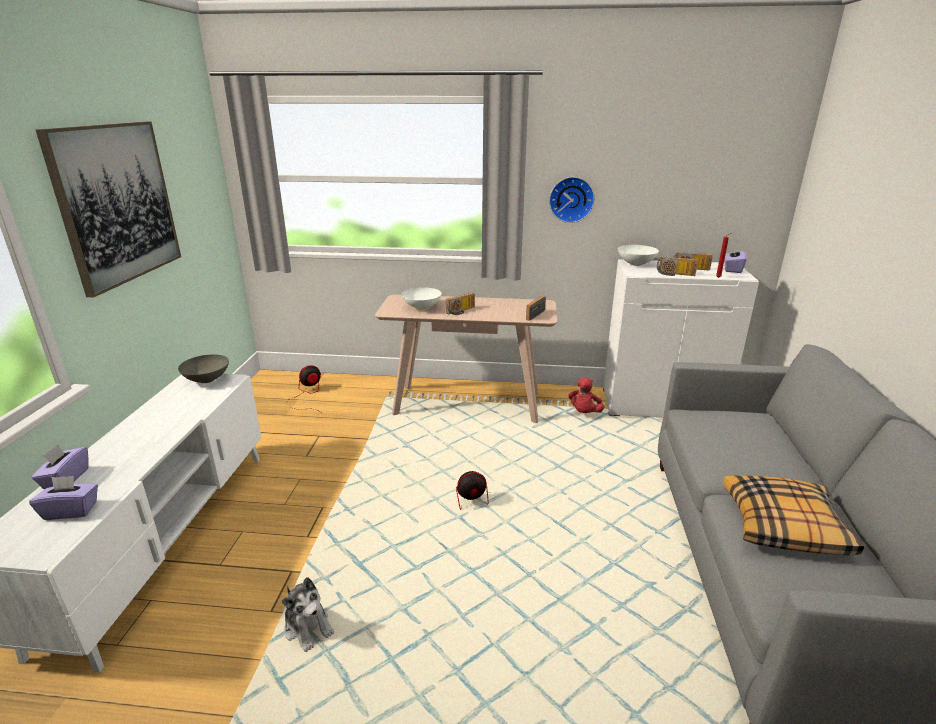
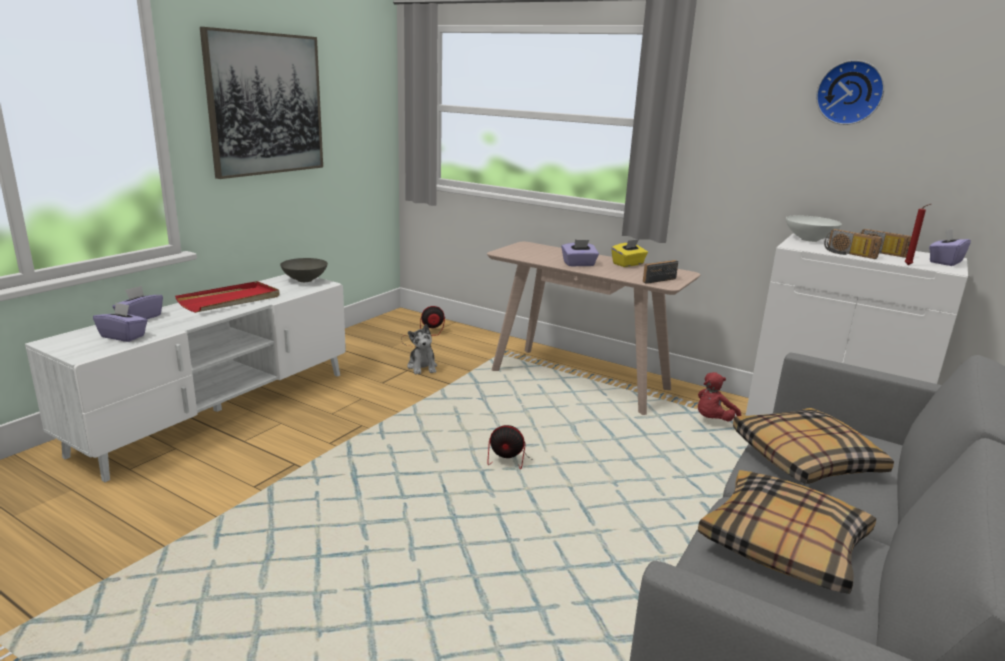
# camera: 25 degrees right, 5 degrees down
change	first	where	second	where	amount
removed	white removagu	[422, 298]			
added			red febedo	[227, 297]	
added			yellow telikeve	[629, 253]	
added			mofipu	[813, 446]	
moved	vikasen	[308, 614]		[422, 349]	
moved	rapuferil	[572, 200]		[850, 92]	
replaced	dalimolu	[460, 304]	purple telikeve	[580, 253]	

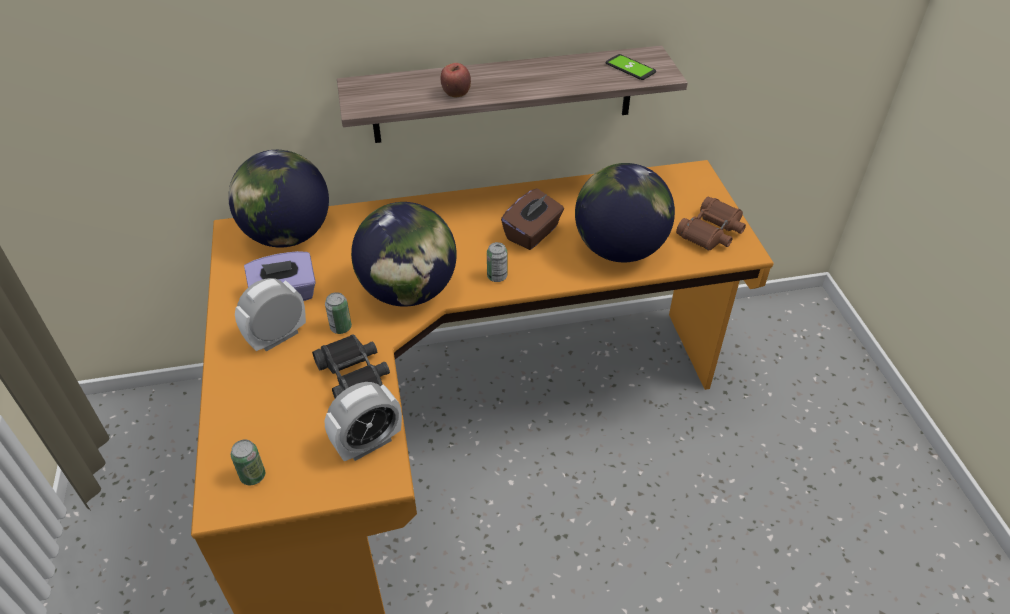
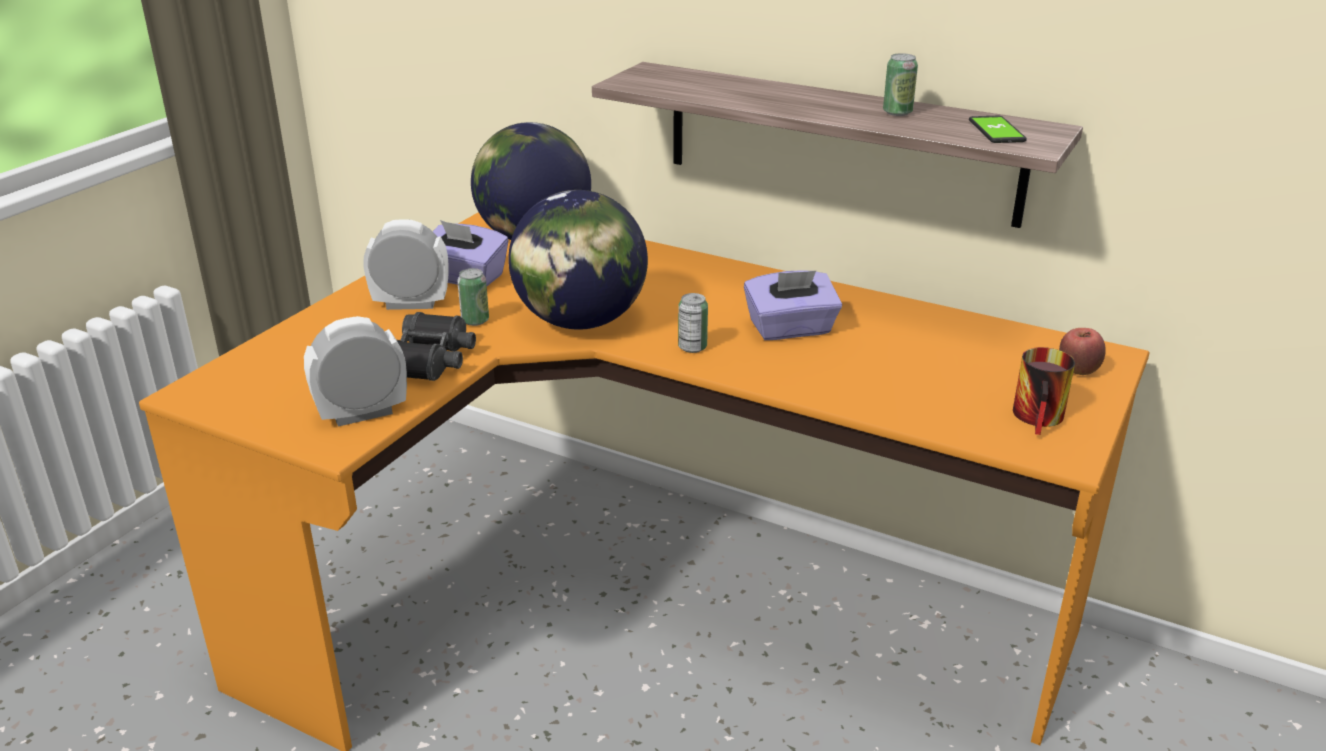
# camera: 40 degrees right, 15 degrees down
change	first	where	second	where	amount
removed	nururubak	[625, 212]			
moved	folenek	[248, 463]		[900, 84]	
moved	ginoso	[455, 80]		[1082, 351]	
replaced	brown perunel	[711, 223]	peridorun	[1044, 391]	
recoloured	brown telikeve	[532, 219]	purple telikeve	[793, 305]	
turned	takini	[363, 421]		[355, 371]	150 degrees clockwise

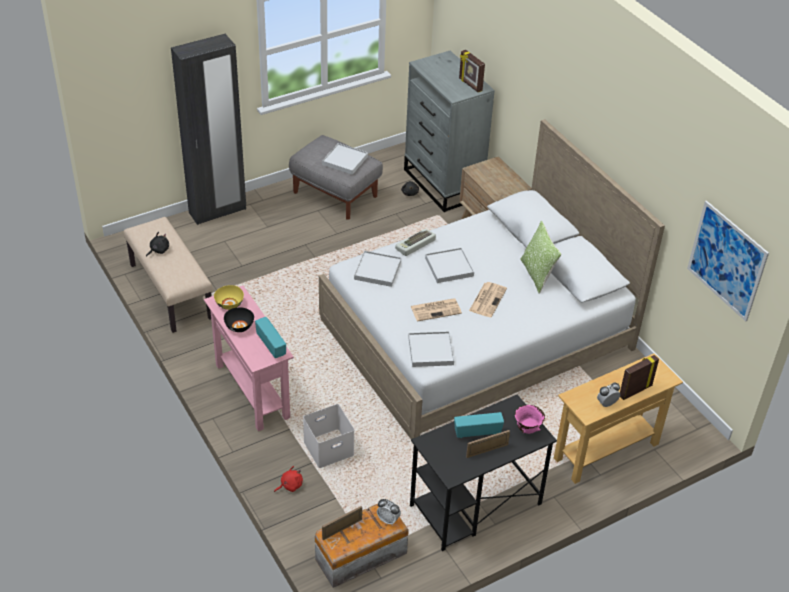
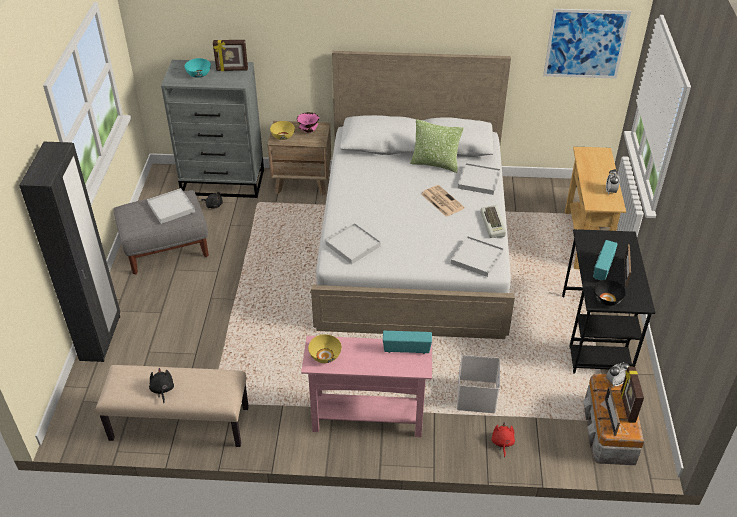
# camera: 55 degrees left, 0 degrees up
change	first	where	second	where	amount
removed	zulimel	[436, 309]			
added			turquoise removagu	[198, 68]	
added			yellow removagu	[282, 130]	
moved	black removagu	[239, 319]		[610, 293]	
moved	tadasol	[415, 242]		[493, 221]	
moved	white febedo	[449, 265]		[479, 179]	
moved	pink removagu	[530, 419]		[308, 122]	
moved	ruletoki	[639, 377]		[632, 395]	

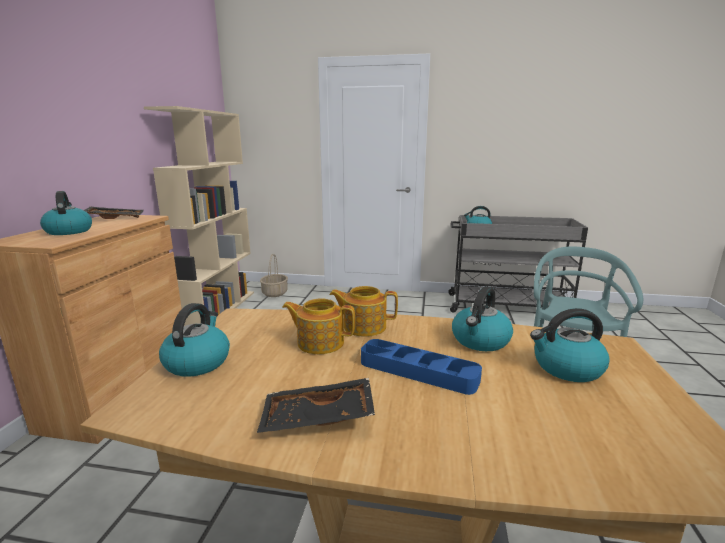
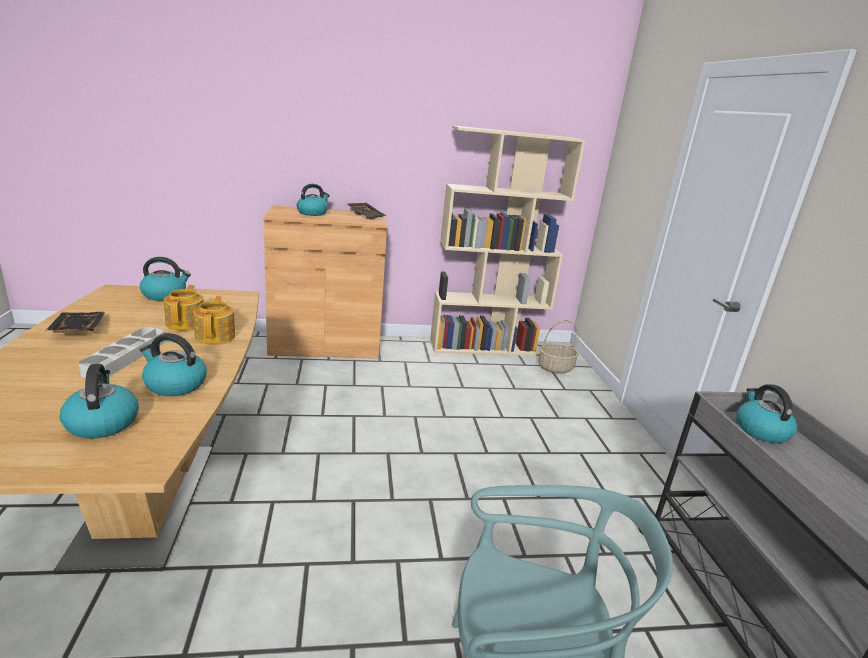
# camera: 70 degrees right, 5 degrees up
change	first	where	second	where	amount
recoloured	blue febedo	[421, 367]	grey febedo	[121, 352]	

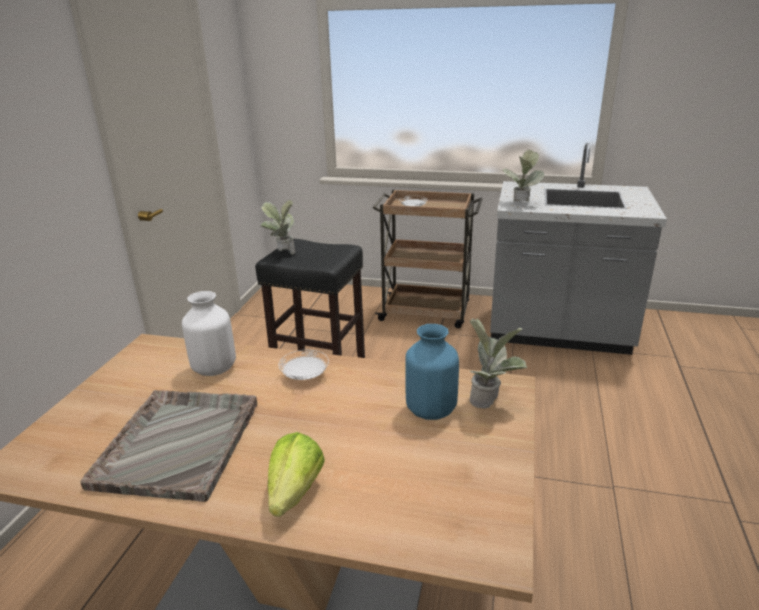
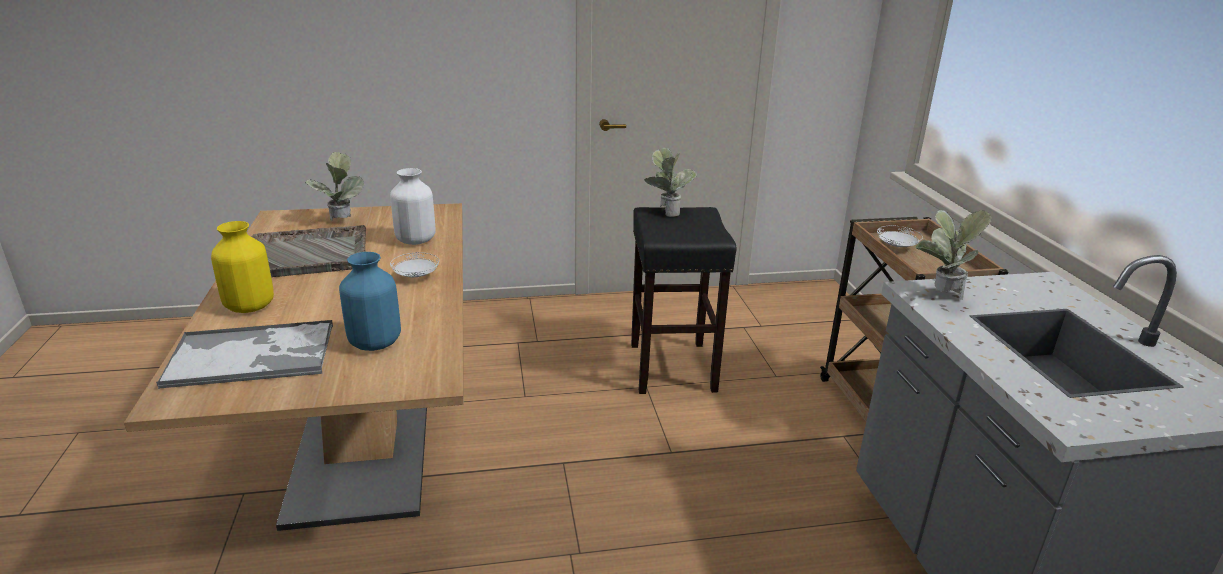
# camera: 65 degrees right, 0 degrees up
change	first	where	second	where	amount
added			febedo	[244, 354]	
moved	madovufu	[498, 363]		[334, 186]	
replaced	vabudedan	[296, 474]	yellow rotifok	[242, 267]	

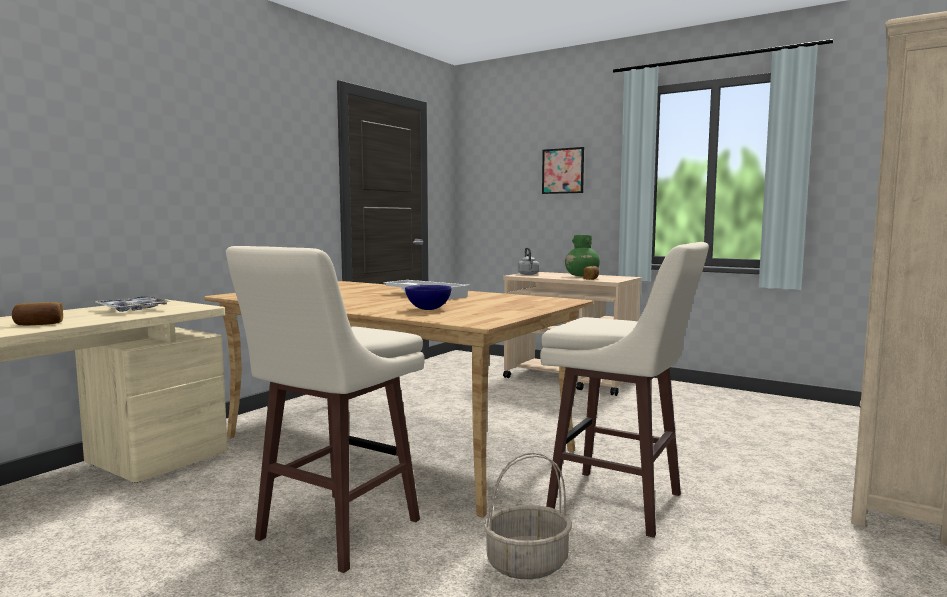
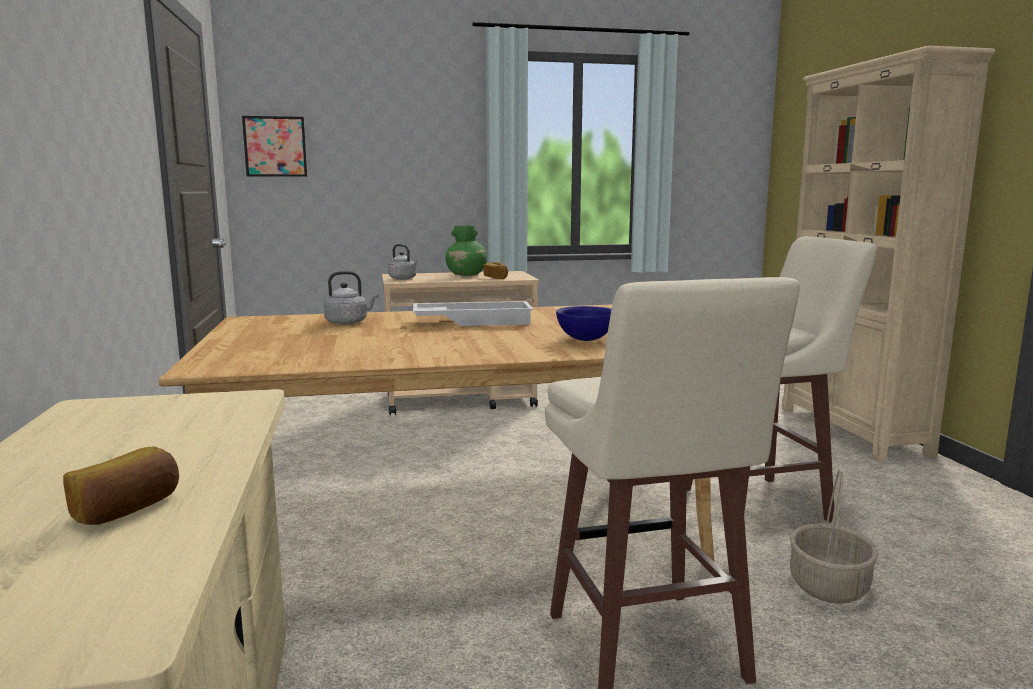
# camera: 45 degrees left, 5 degrees up
change	first	where	second	where	amount
removed	febedo	[133, 304]			
added			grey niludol	[351, 298]	
moved	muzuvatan	[563, 170]		[274, 146]	

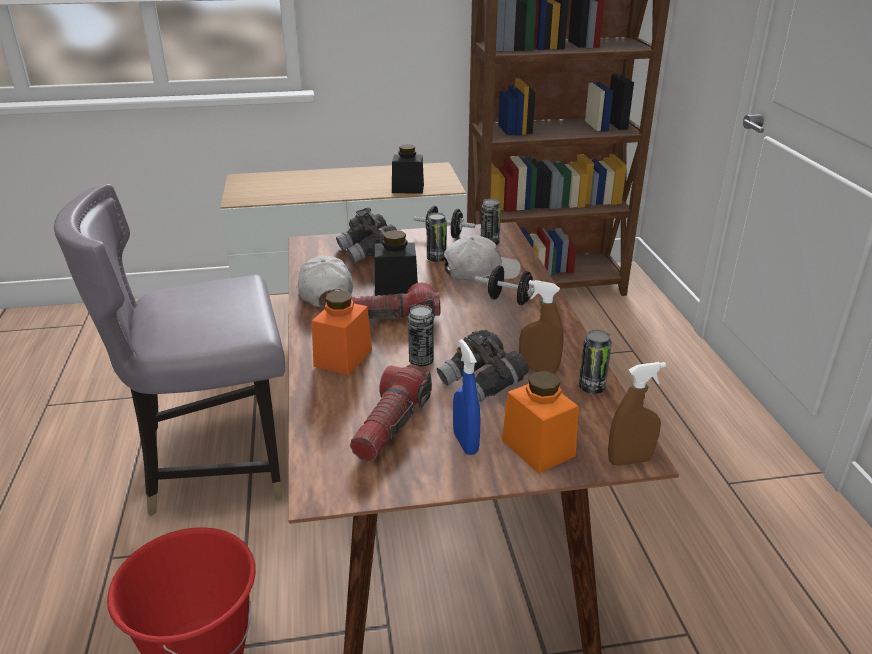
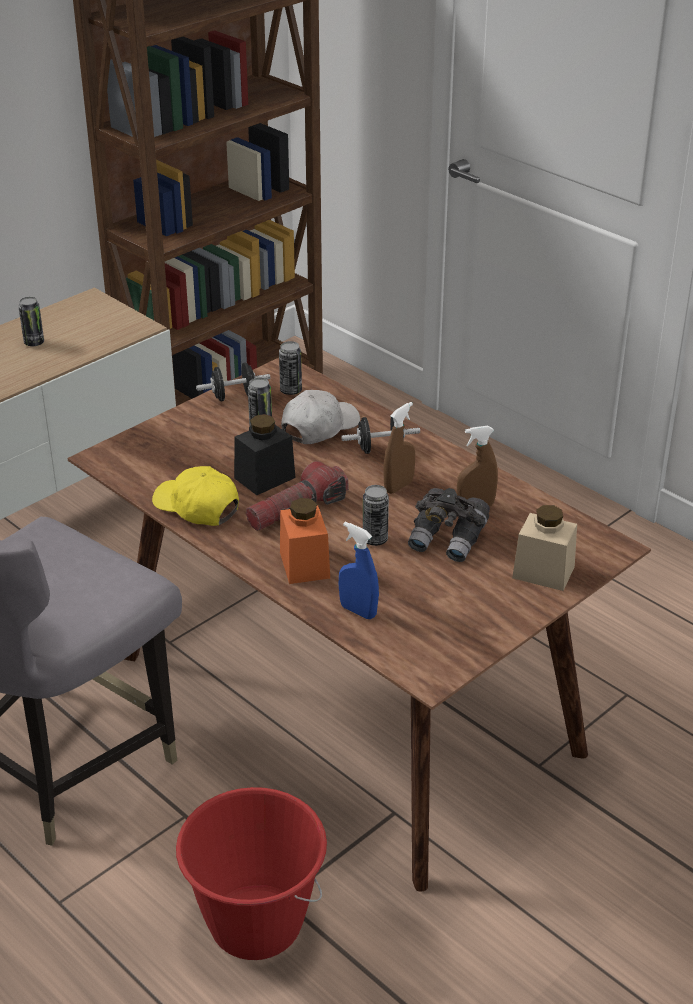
# camera: 35 degrees left, 5 degrees up
change	first	where	second	where	amount
removed	grey perunel	[366, 235]			
removed	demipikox	[391, 412]			
removed	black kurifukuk	[408, 169]			
moved	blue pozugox	[466, 397]		[359, 570]	
moved	folenek	[595, 362]		[31, 321]	
moved	brown pozugox	[637, 414]		[399, 448]	
recoloured	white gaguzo	[325, 281]	yellow gaguzo	[195, 496]	
recoloured	orange kurifukuk	[540, 422]	beige kurifukuk	[544, 548]	

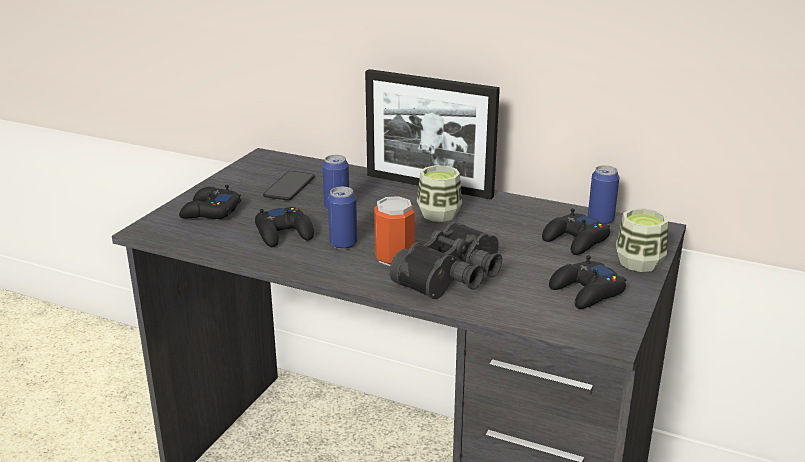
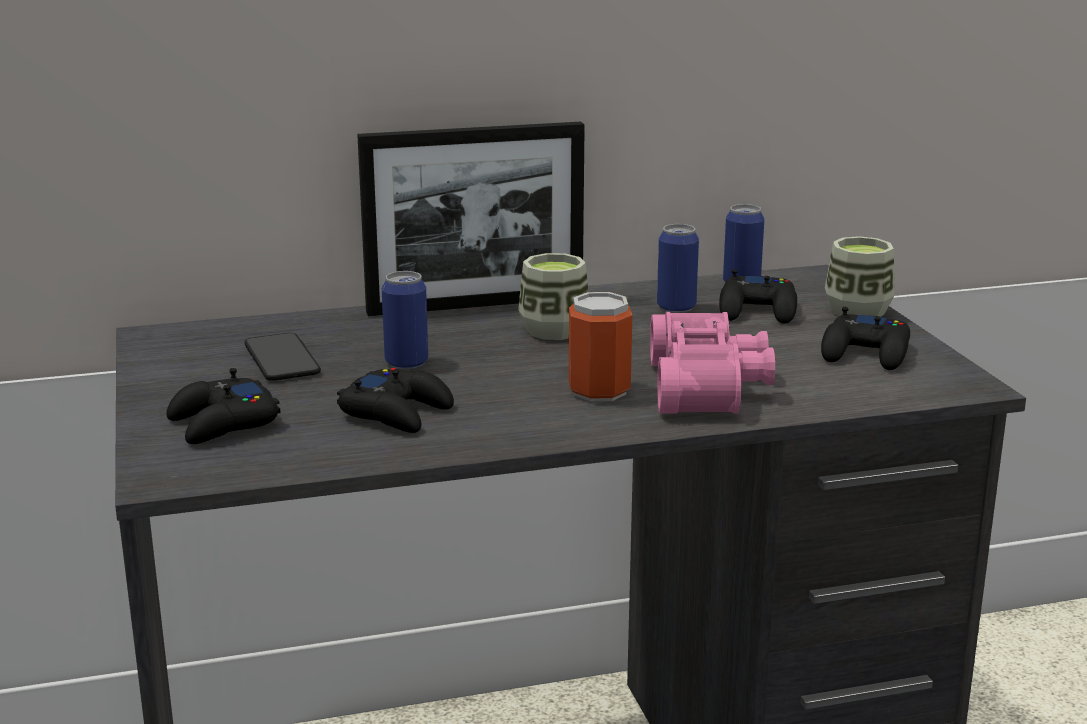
# camera: 40 degrees left, 5 degrees down
change	first	where	second	where	amount
moved	folenek	[342, 218]		[678, 268]	
recoloured	black perunel	[445, 260]	pink perunel	[712, 363]	

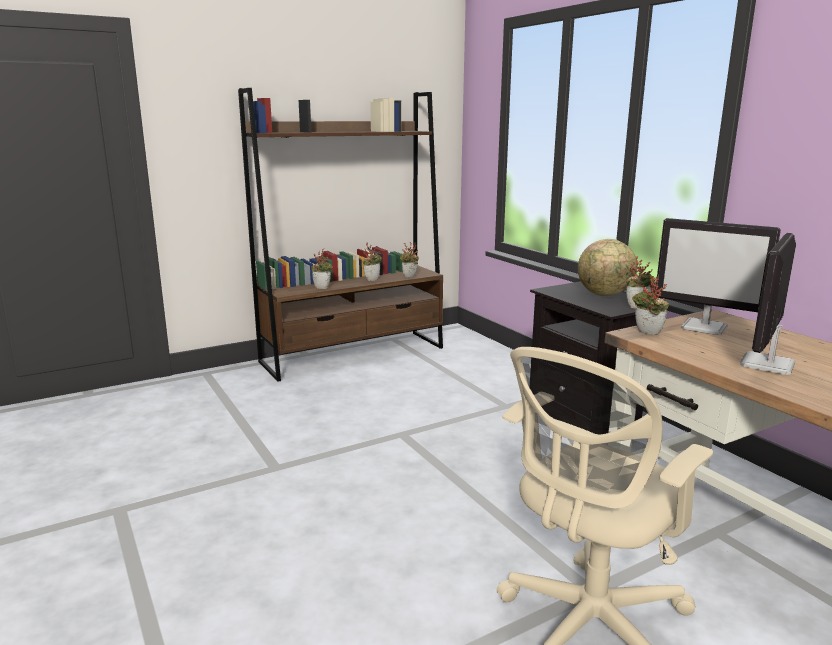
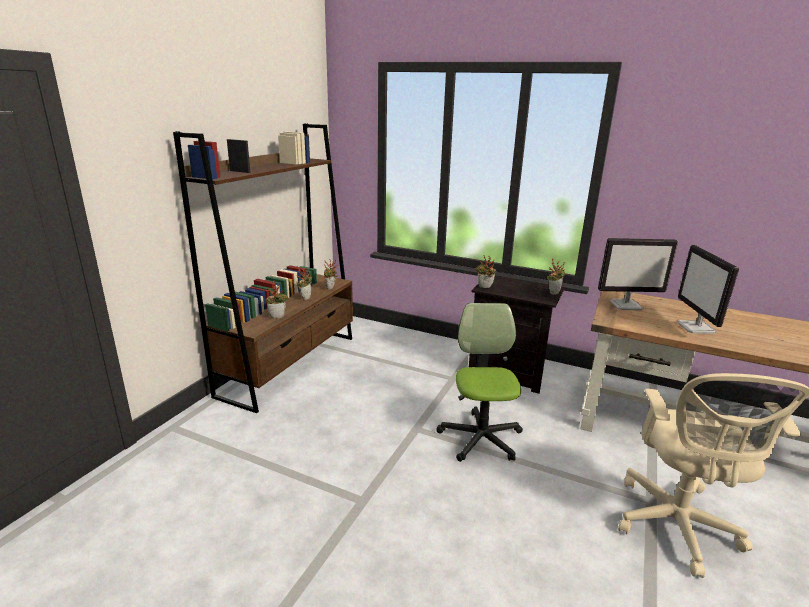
# camera: 35 degrees left, 5 degrees up
change	first	where	second	where	amount
removed	nururubak	[607, 267]			
added			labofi	[479, 382]	
moved	madovufu	[650, 305]		[486, 271]	

